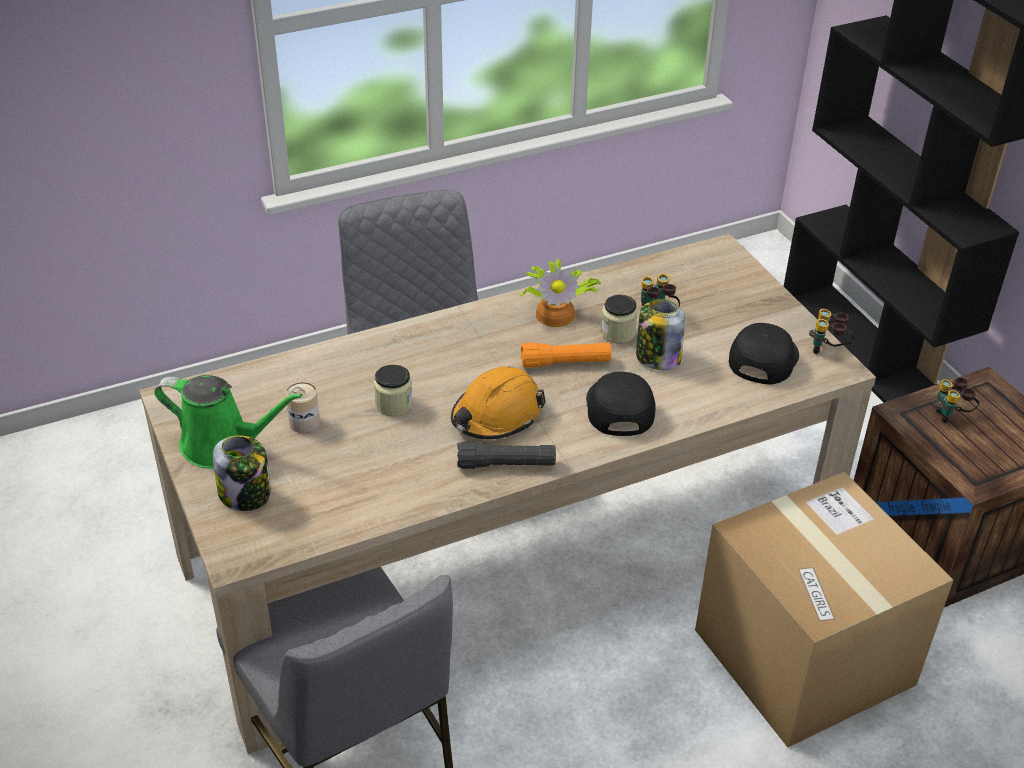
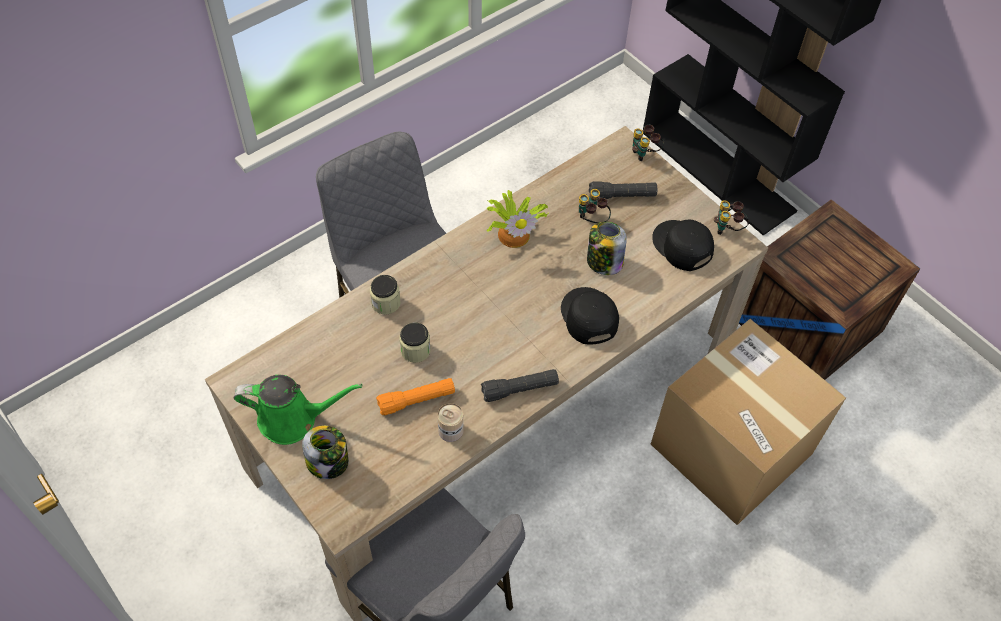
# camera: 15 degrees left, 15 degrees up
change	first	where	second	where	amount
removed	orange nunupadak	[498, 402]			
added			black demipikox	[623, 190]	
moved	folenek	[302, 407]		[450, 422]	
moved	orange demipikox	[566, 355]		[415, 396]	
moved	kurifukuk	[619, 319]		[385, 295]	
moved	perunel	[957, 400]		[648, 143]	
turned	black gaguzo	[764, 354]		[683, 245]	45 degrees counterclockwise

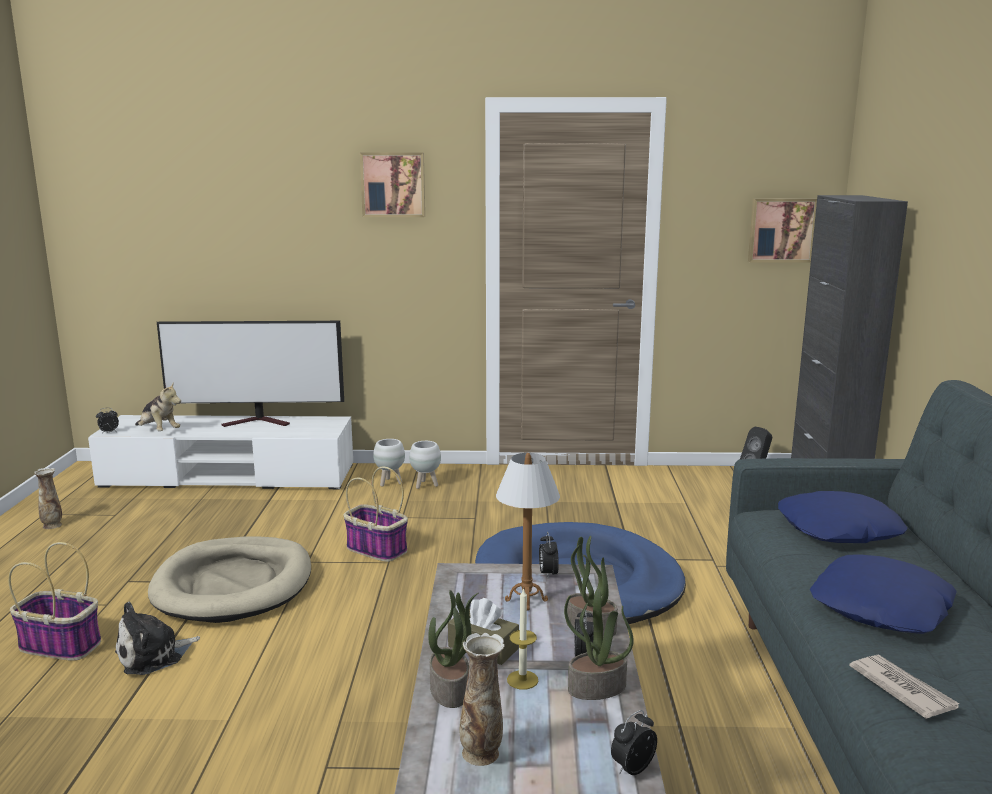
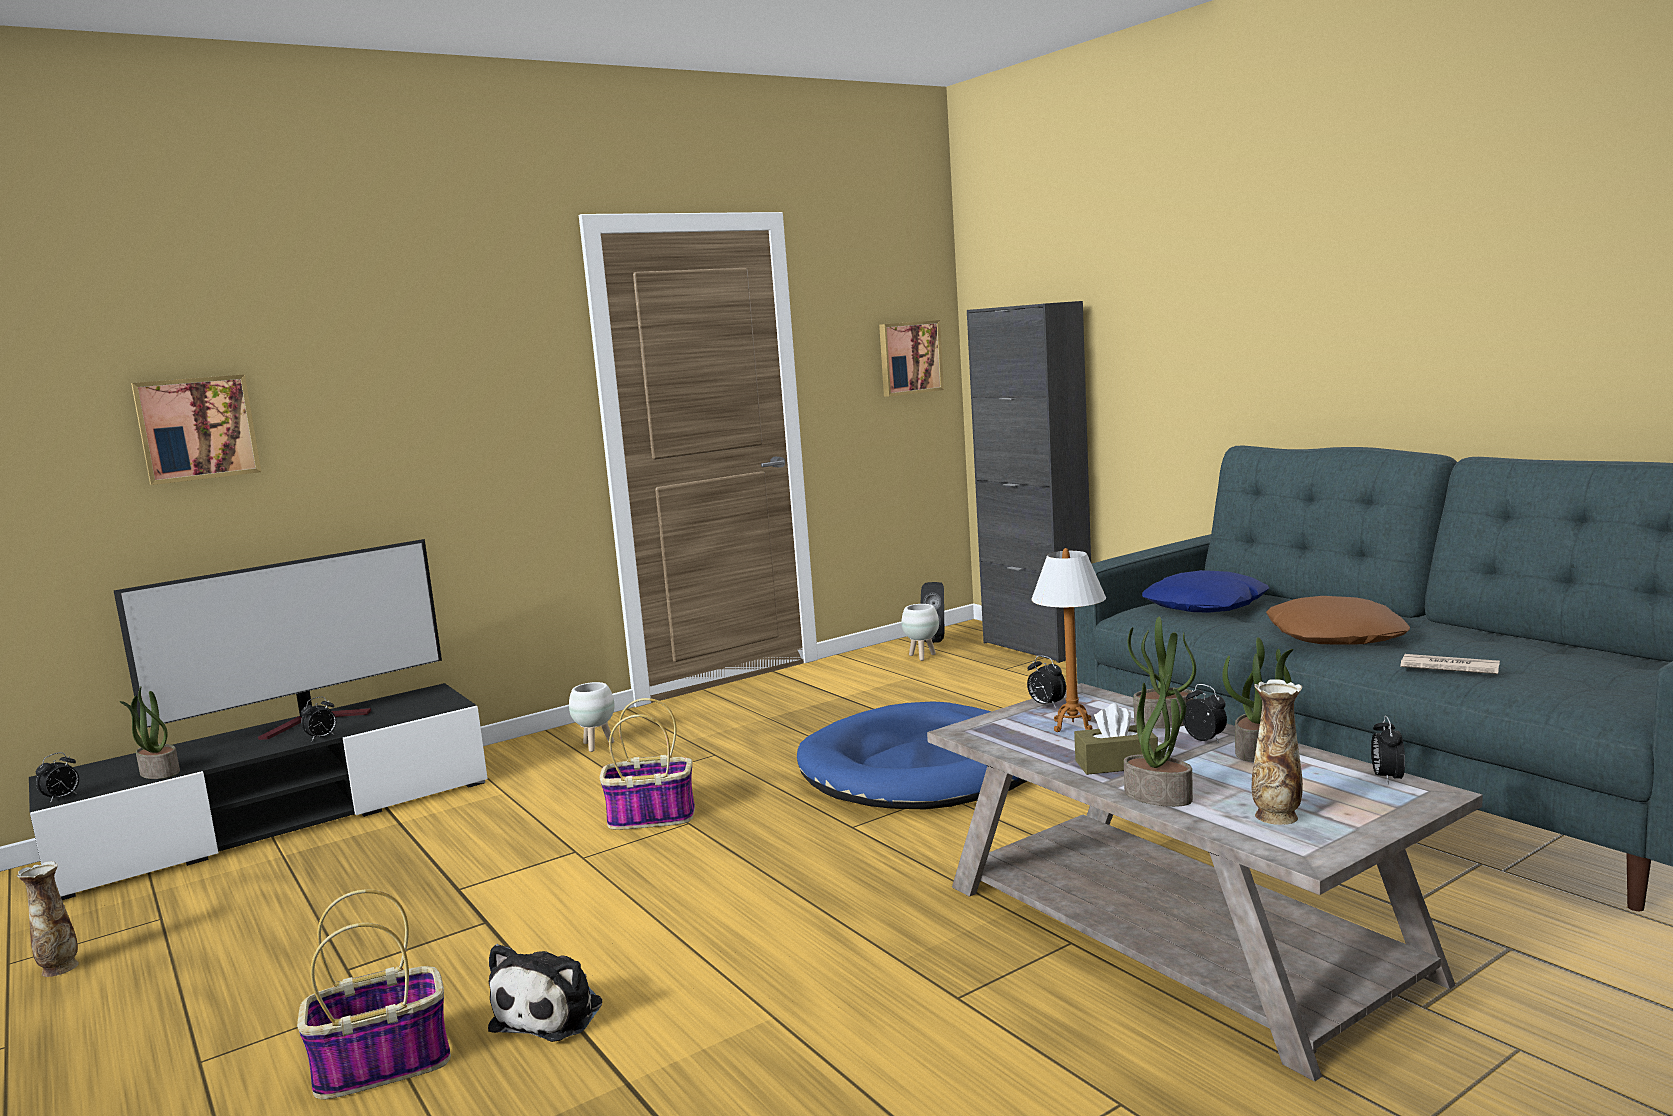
# camera: 35 degrees left, 5 degrees down
change	first	where	second	where	amount
removed	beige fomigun	[229, 580]			
removed	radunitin	[522, 638]			
added			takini	[318, 719]	
moved	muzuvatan	[392, 185]		[196, 429]	
moved	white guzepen	[389, 463]		[920, 632]	
replaced	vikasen	[158, 406]	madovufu	[149, 733]	
recoloured	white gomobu	[220, 452]	black gomobu	[258, 791]	
recoloured	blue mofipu	[883, 594]	brown mofipu	[1338, 620]	

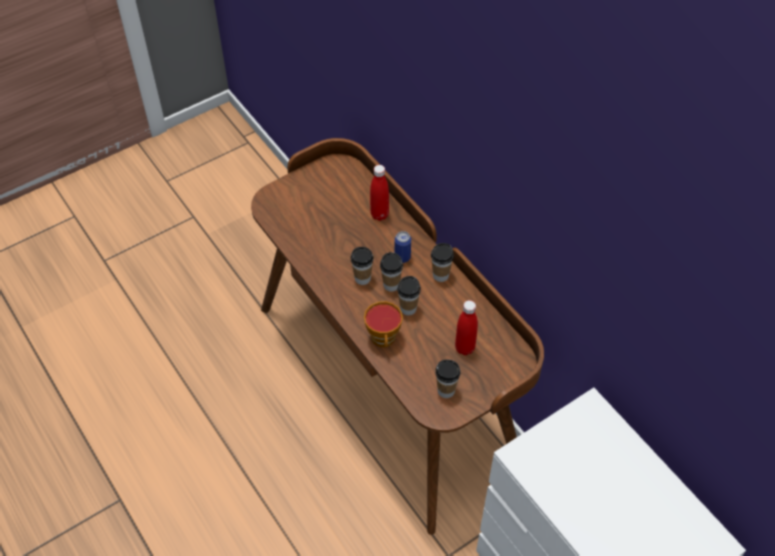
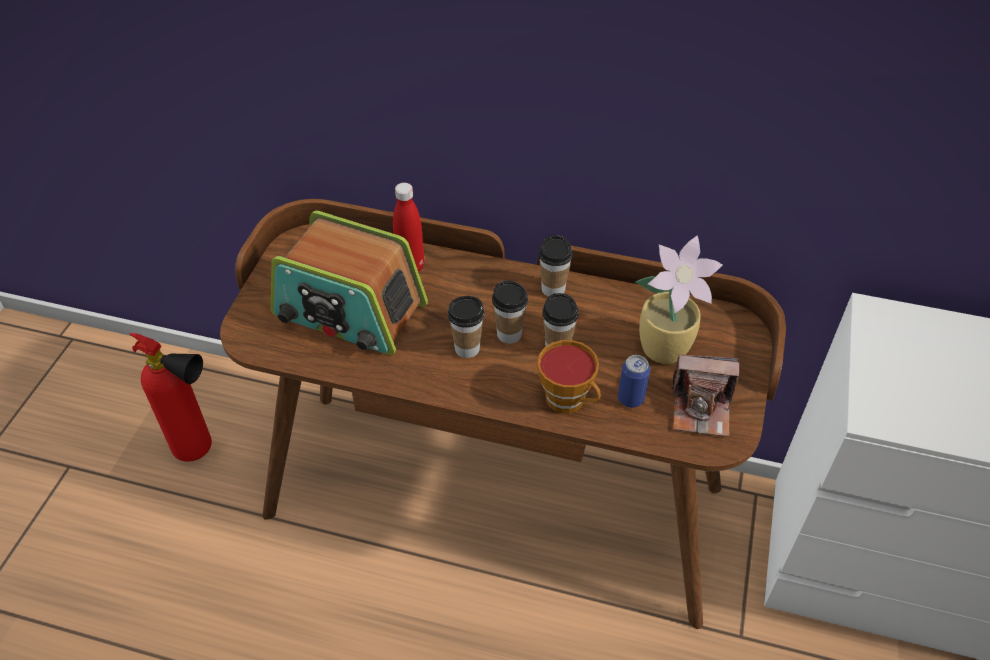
# camera: 40 degrees left, 5 degrees down
change	first	where	second	where	amount
added			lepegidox	[171, 397]	
added			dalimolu	[349, 283]	
moved	folenek	[403, 247]		[634, 381]	
replaced	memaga	[448, 378]	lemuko	[704, 396]	
replaced	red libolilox	[466, 327]	madovufu	[678, 299]	

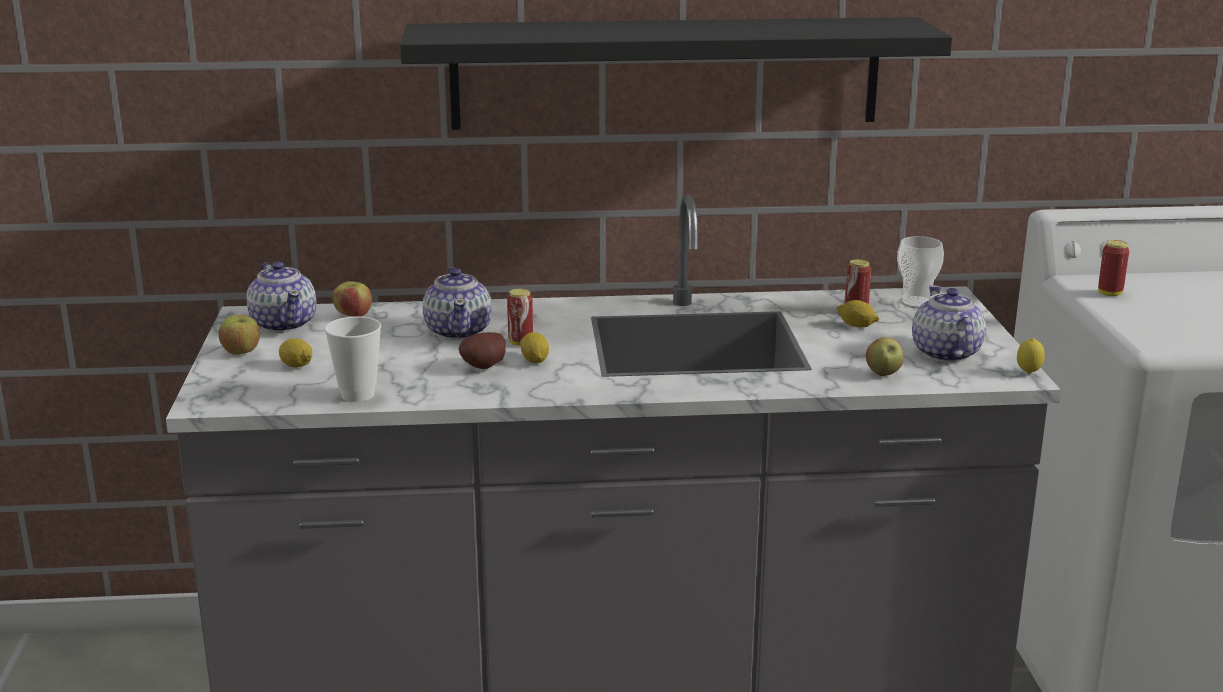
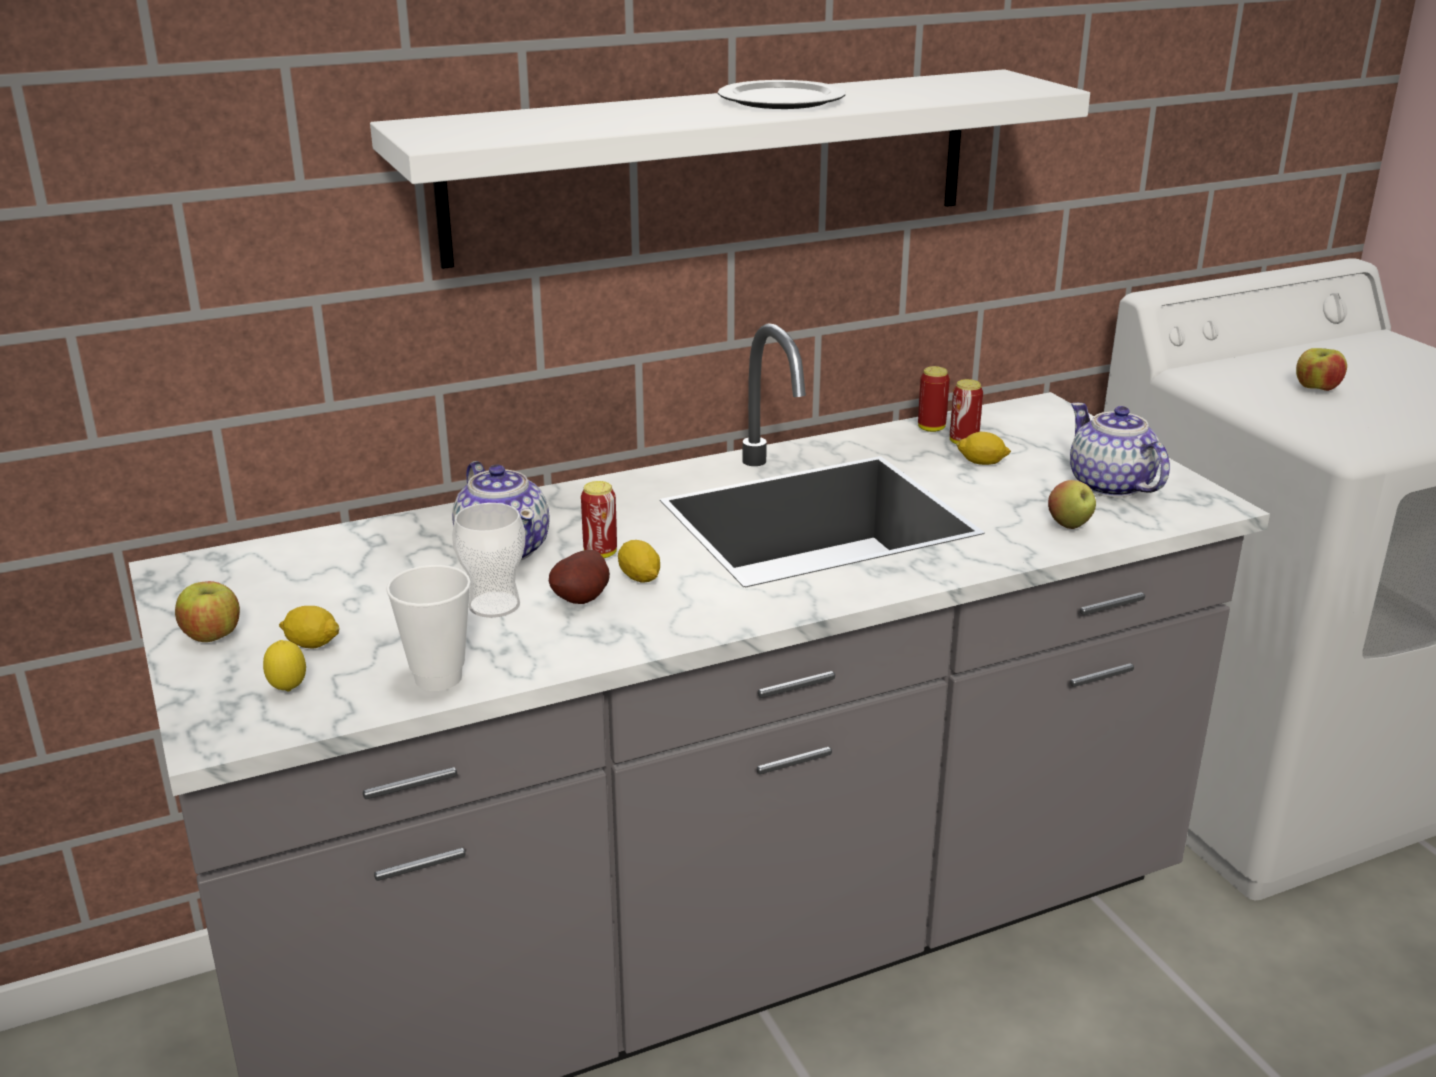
# camera: 20 degrees left, 5 degrees up
change	first	where	second	where	amount
removed	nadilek	[281, 297]			
added			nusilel	[782, 94]	
moved	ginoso	[352, 299]		[1321, 369]	
moved	memaga	[920, 272]		[488, 560]	
moved	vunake	[1031, 356]		[284, 666]	
moved	folenek	[1113, 268]		[934, 399]	
recoloured	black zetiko	[676, 73]	white zetiko	[730, 169]	

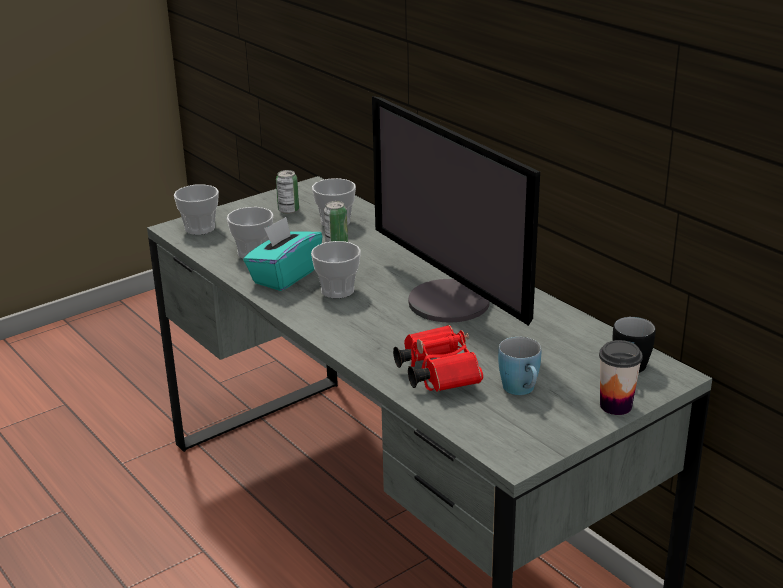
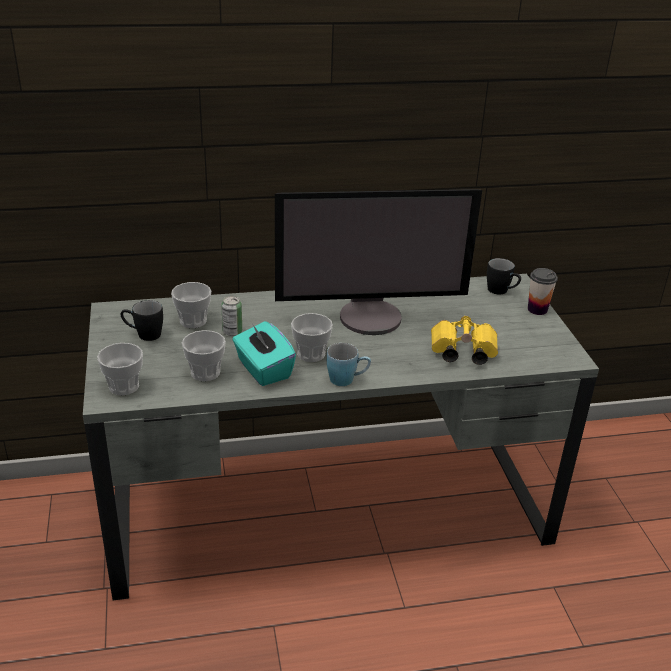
# camera: 65 degrees left, 5 degrees up
change	first	where	second	where	amount
moved	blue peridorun	[519, 366]		[349, 364]	
replaced	folenek	[287, 192]	black peridorun	[142, 320]	
recoloured	red perunel	[438, 358]	yellow perunel	[464, 340]	

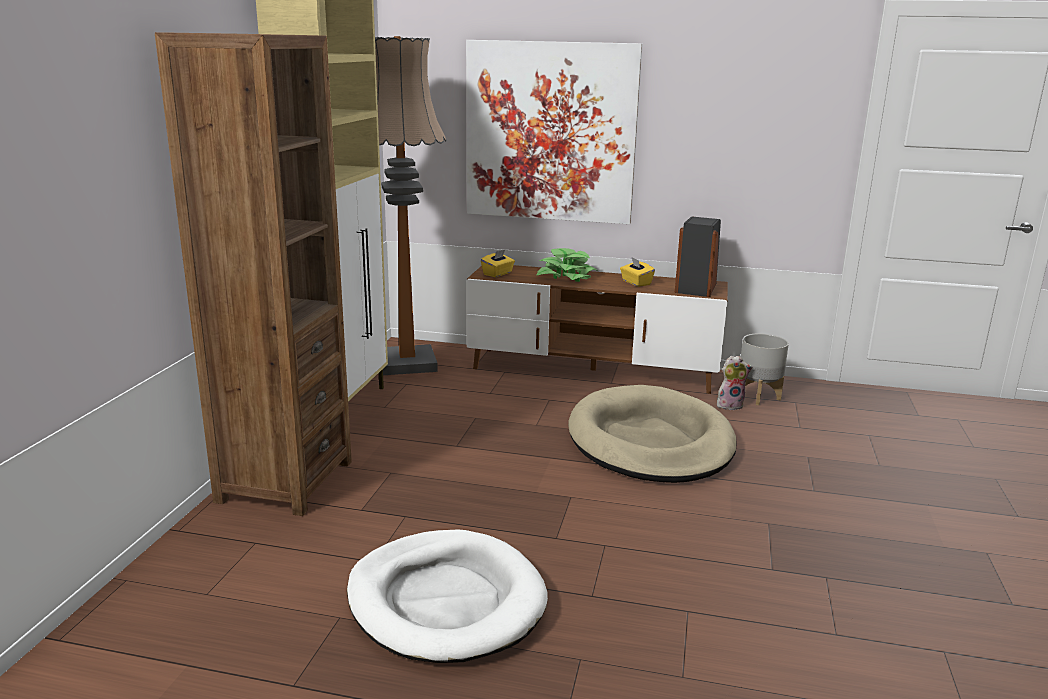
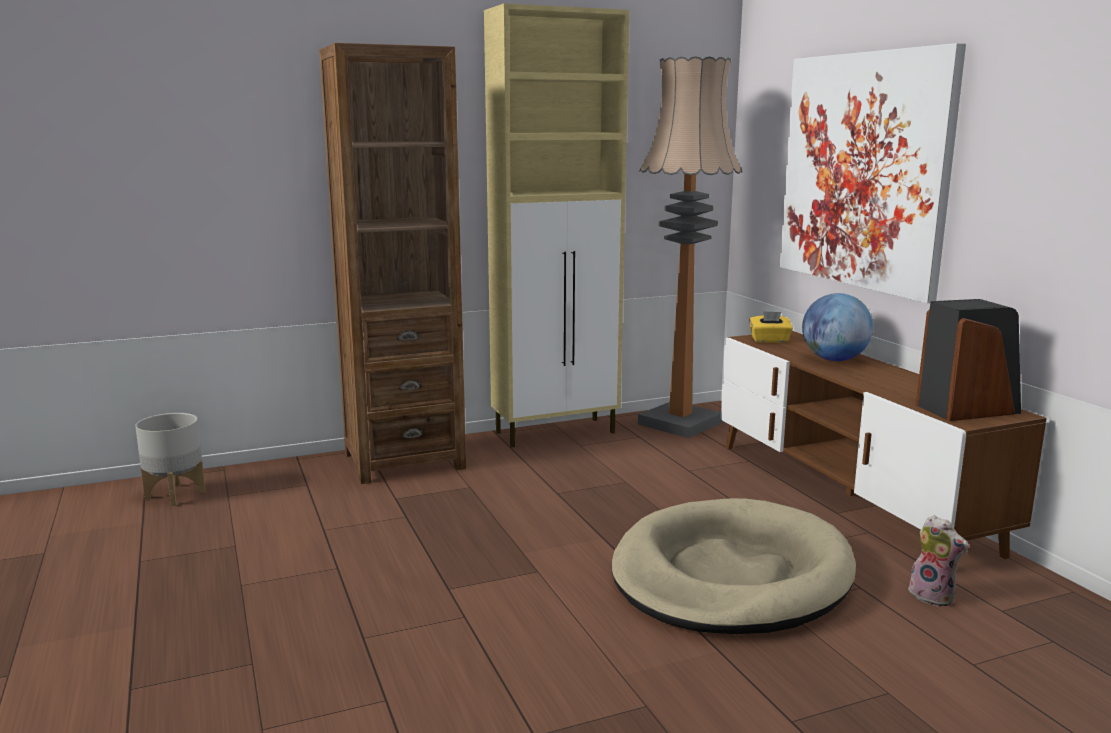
# camera: 55 degrees right, 5 degrees down
change	first	where	second	where	amount
removed	white fomigun	[447, 596]			
removed	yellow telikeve	[637, 272]			
moved	grey guzepen	[765, 369]		[170, 459]	
replaced	madovufu	[567, 265]	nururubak	[837, 327]	

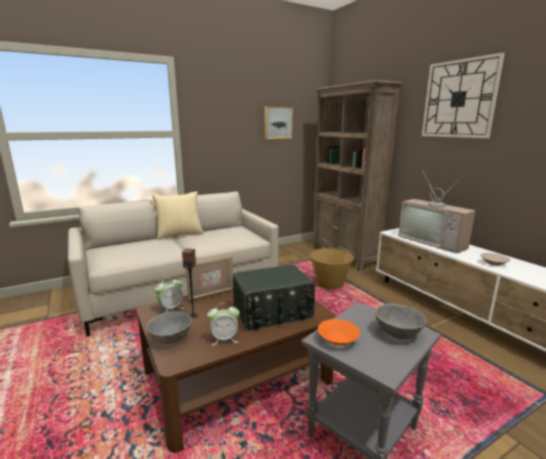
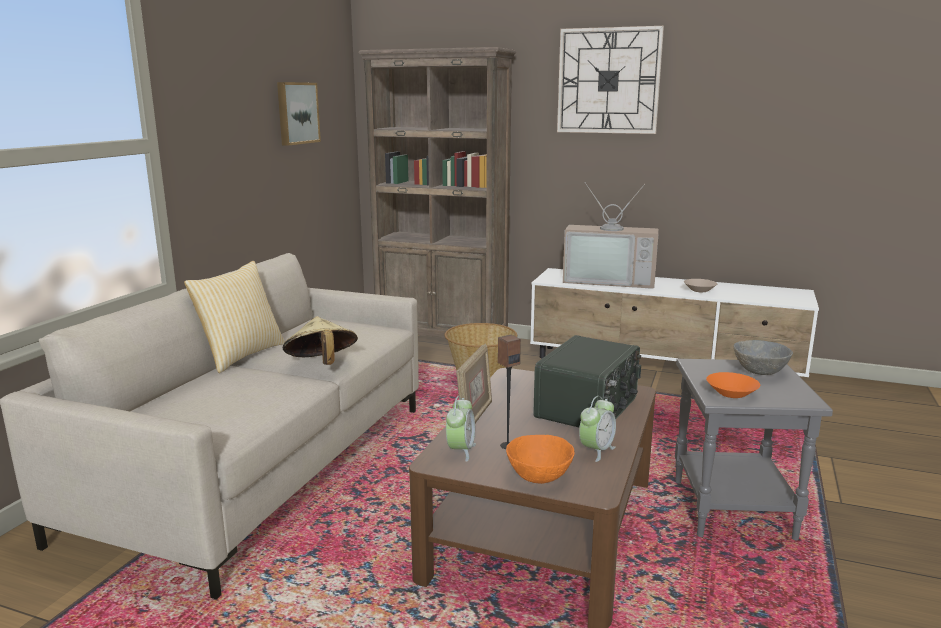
# camera: 40 degrees left, 0 degrees up
change	first	where	second	where	amount
added			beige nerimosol	[320, 340]	
recoloured	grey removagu	[169, 327]	orange removagu	[540, 459]	

